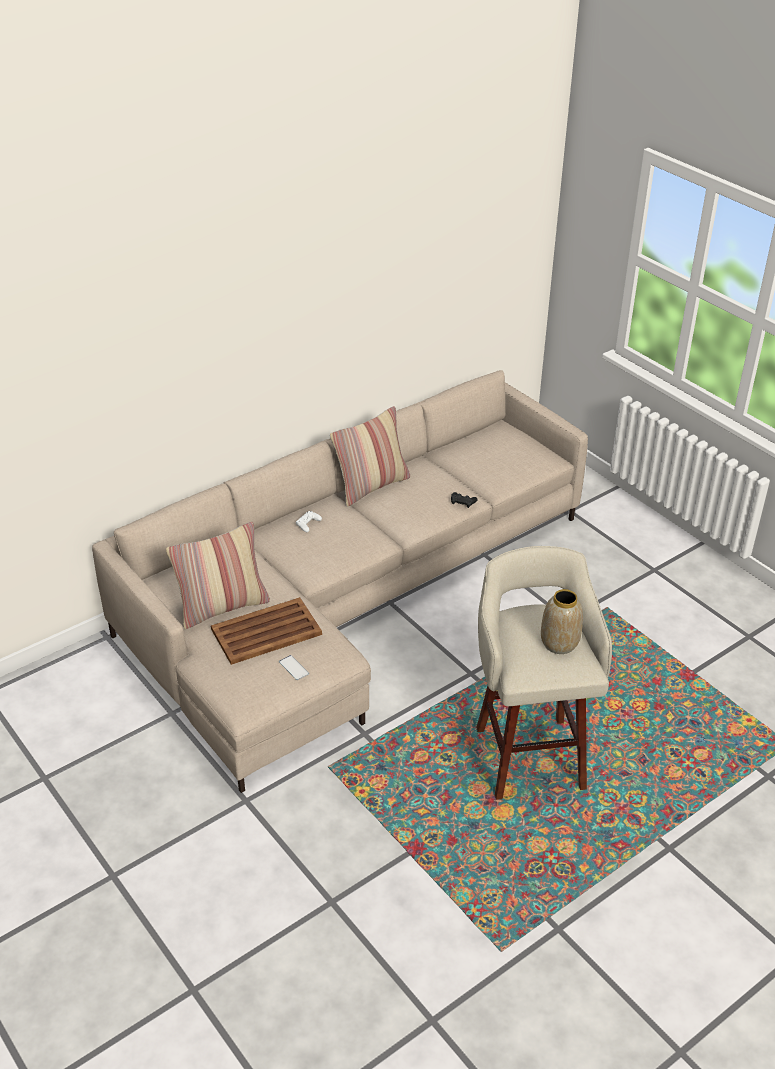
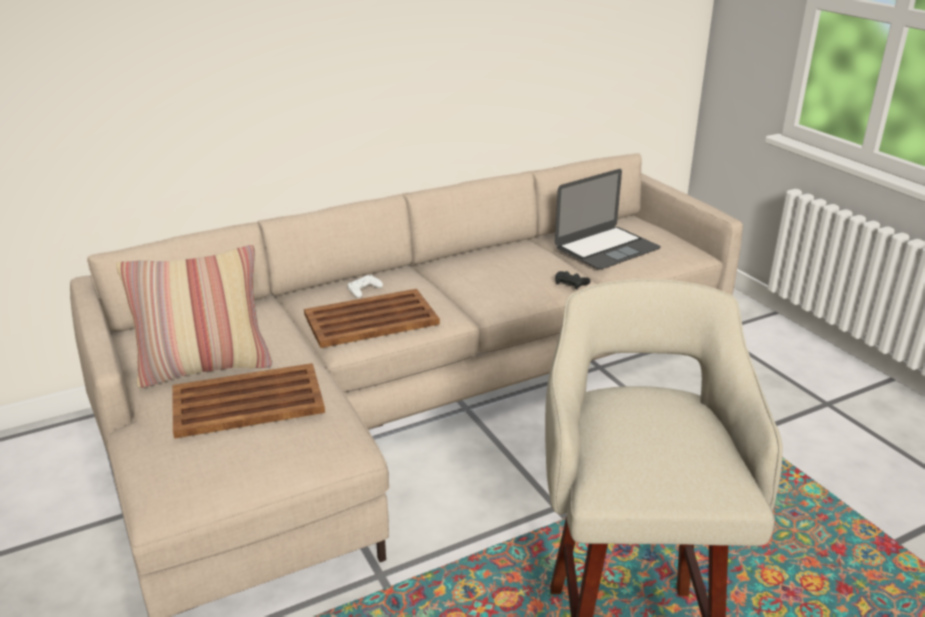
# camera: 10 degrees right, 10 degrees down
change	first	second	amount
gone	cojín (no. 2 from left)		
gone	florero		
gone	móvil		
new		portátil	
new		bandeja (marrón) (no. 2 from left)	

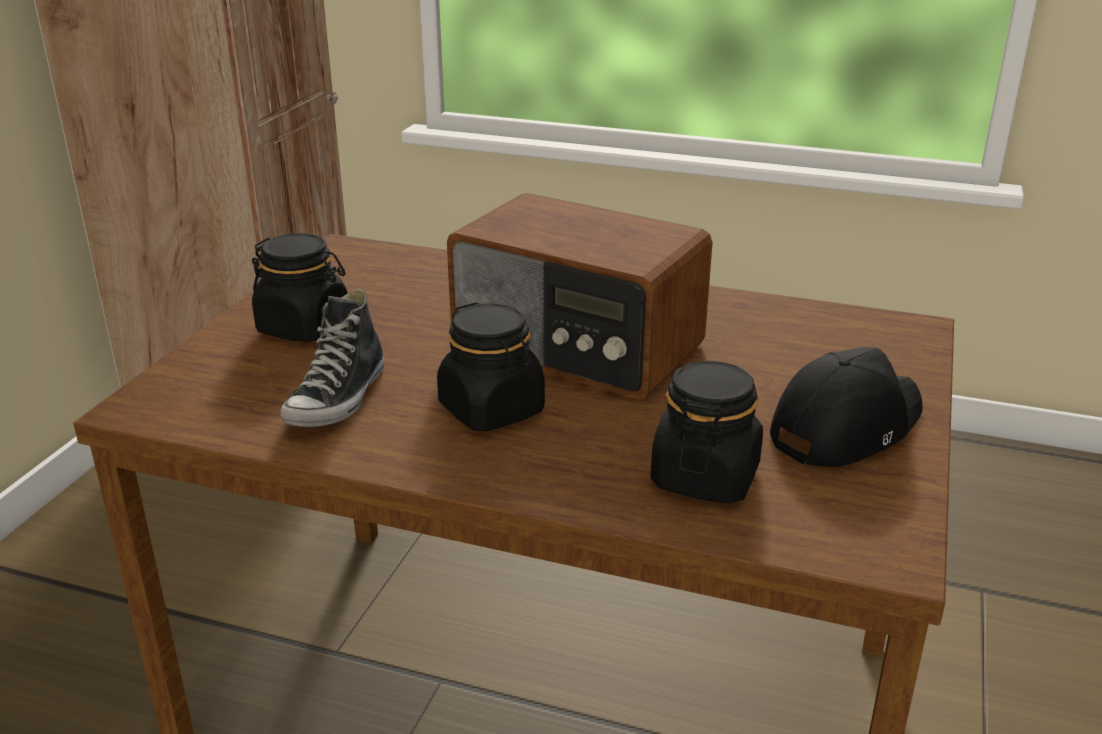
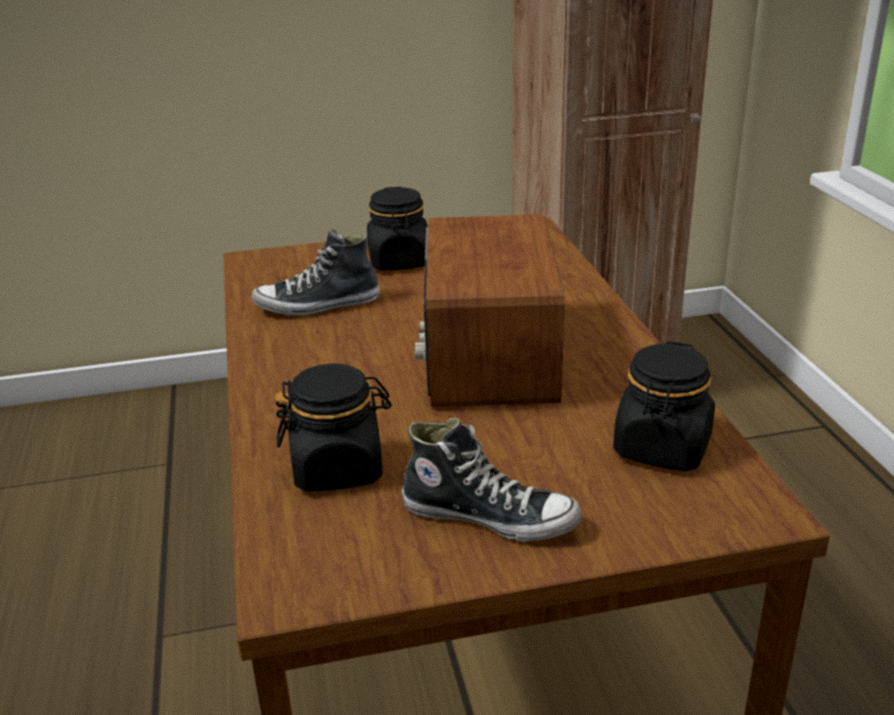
# camera: 60 degrees right, 0 degrees up
change	first	second	amount
shifted	tarro (negro) (no. 2 from left in the first image)	tarro (negro) (no. 3 from left)	
swapped	gorra (negro)	zapato (no. 2 from left)	

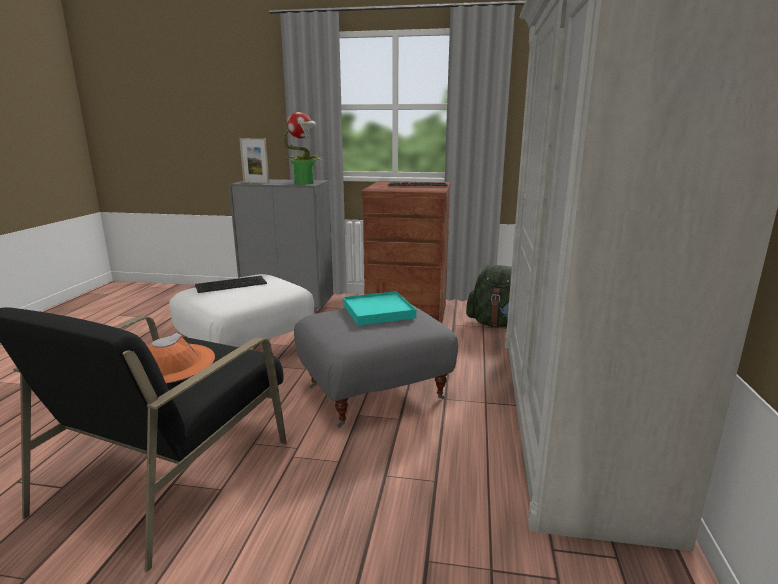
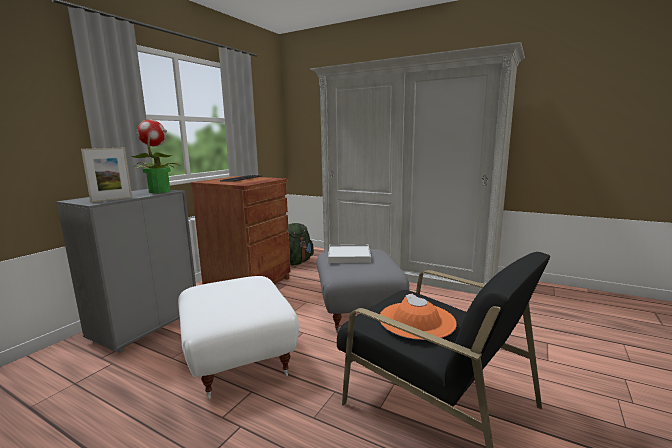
# camera: 70 degrees left, 5 degrees down
change	first	second	amount
gone	teclado (no. 1 from left)		
repainted	bandeja (turquesa)	bandeja (blanco)	

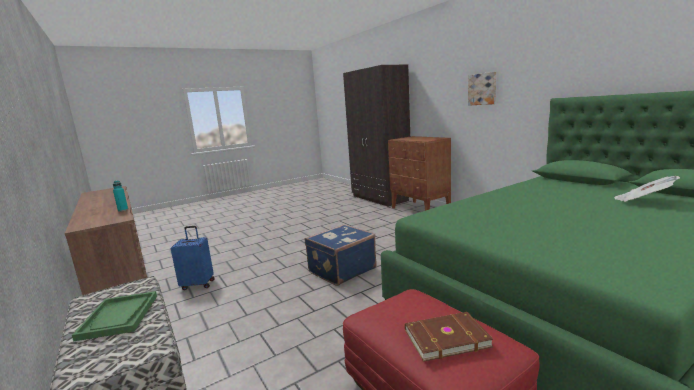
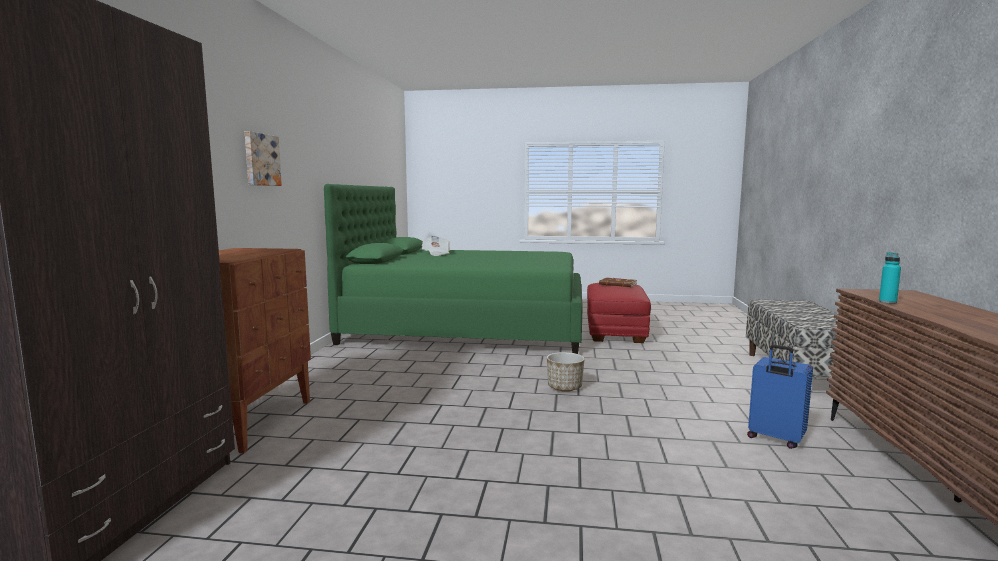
# camera: 140 degrees left, 5 degrees down
change	first	second	amount
swapped	maleta (azul) (no. 2 from left)	maceta	
gone	bandeja (verde)		

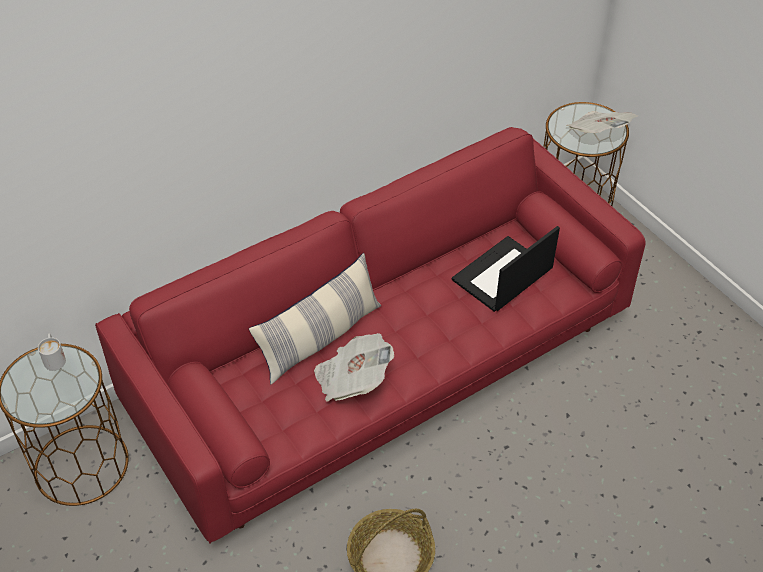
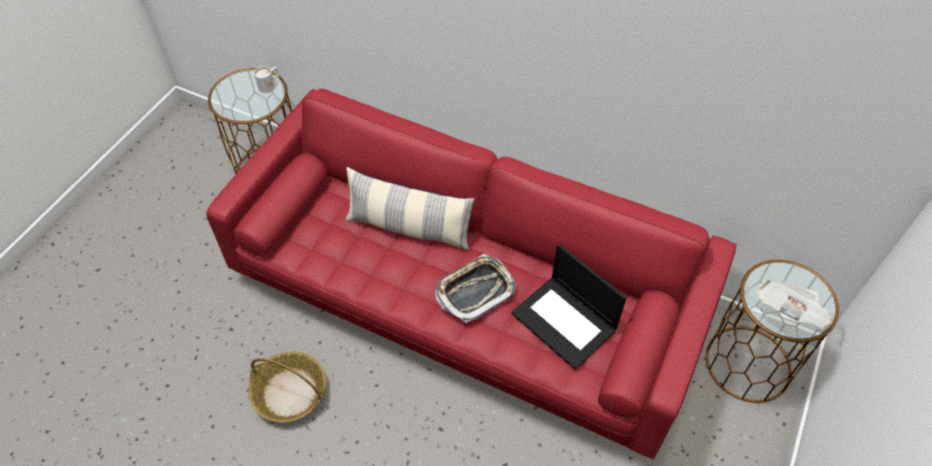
# camera: 60 degrees right, 5 degrees up
change	first	second	amount
rotated	portátil		150 degrees counterclockwise
gone	periódico (no. 1 from left)		
new		bandeja	

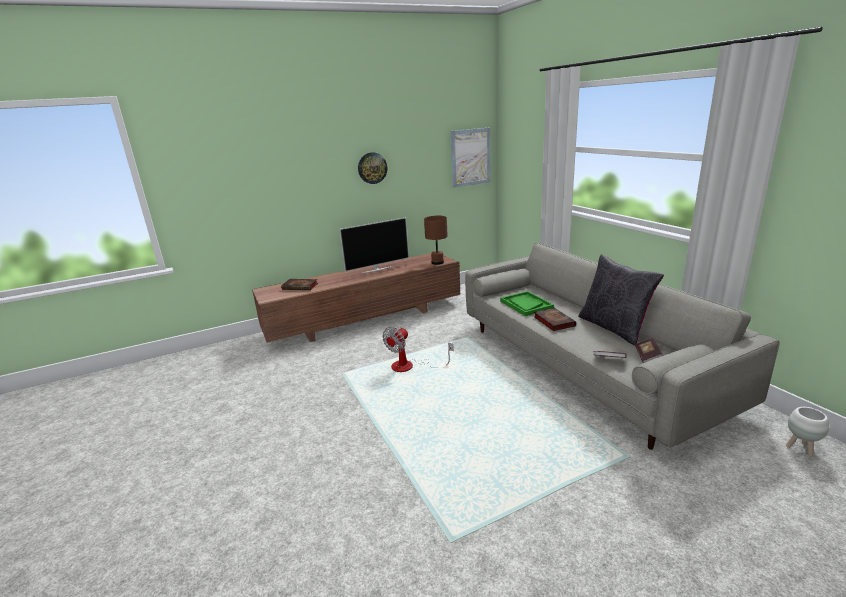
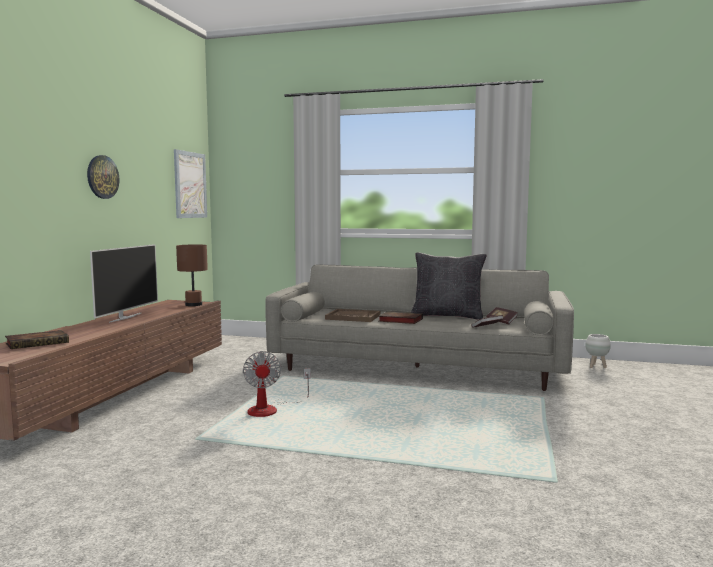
# camera: 50 degrees left, 15 degrees down
change	first	second	amount
repainted	bandeja (verde)	bandeja (marrón)	

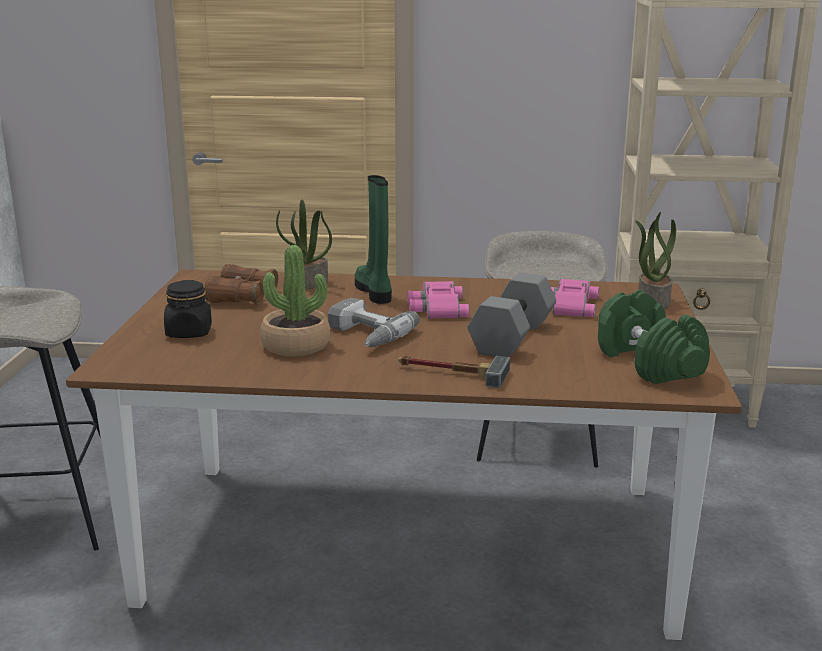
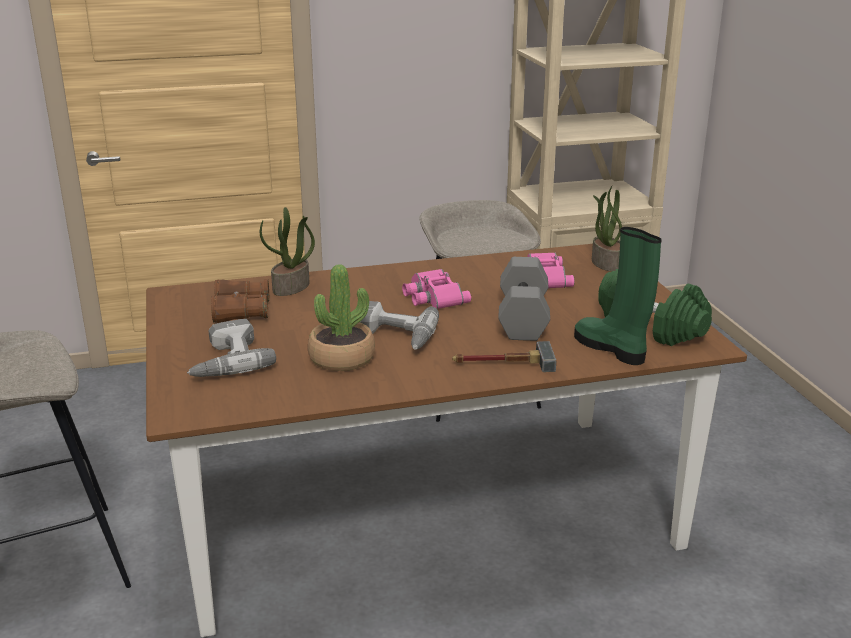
# camera: 20 degrees left, 5 degrees up
change	first	second	amount
shifted	bota (verde)		
swapped	tarro (negro)	taladro (no. 1 from left)	

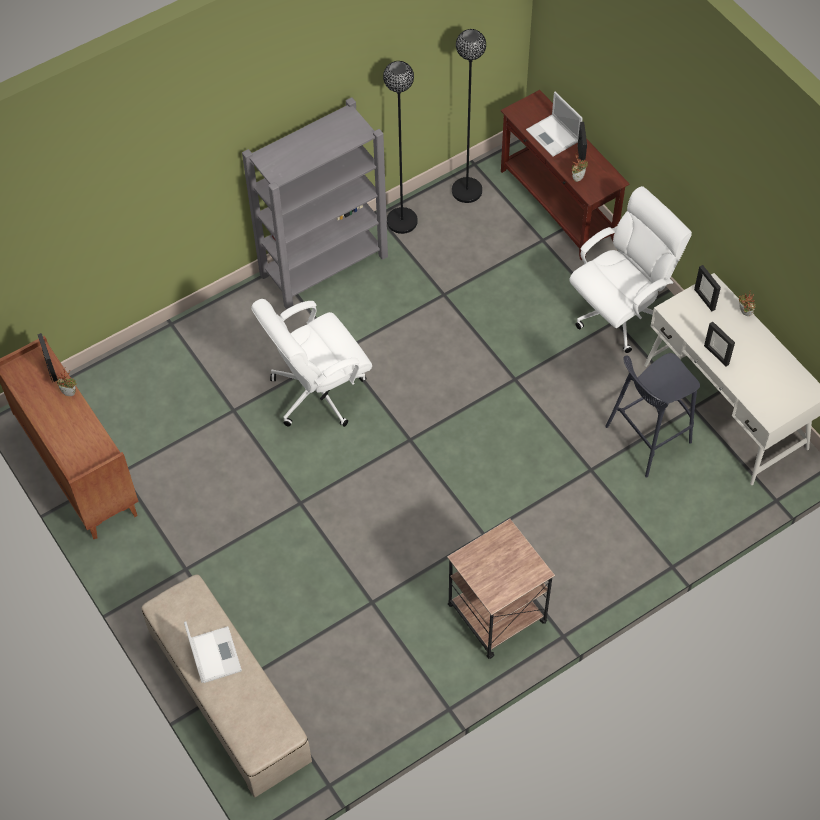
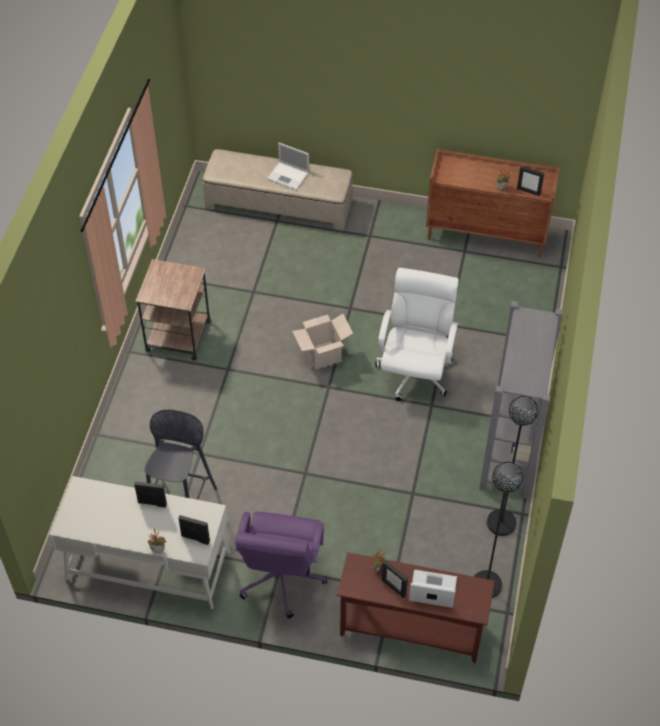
# camera: 135 degrees right, 5 degrees down
change	first	second	amount
repainted	silla de oficina (blanco) (no. 2 from left)	silla de oficina (morado)	
new		caja de cartón	

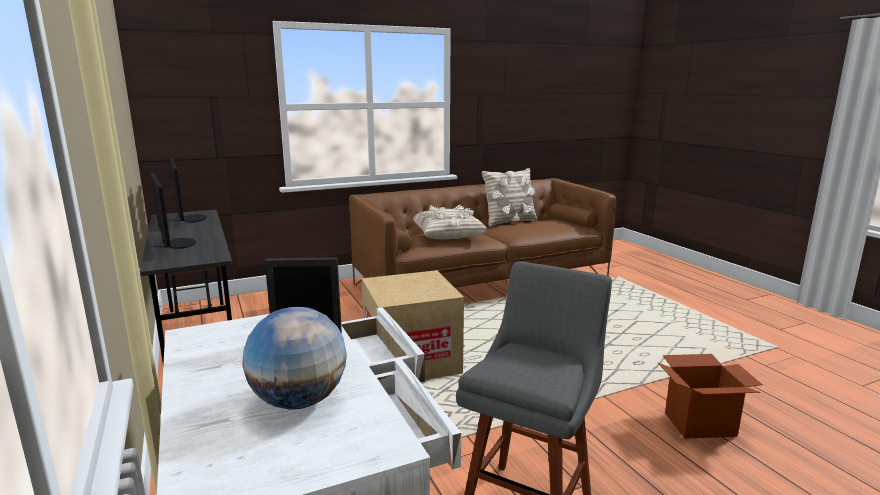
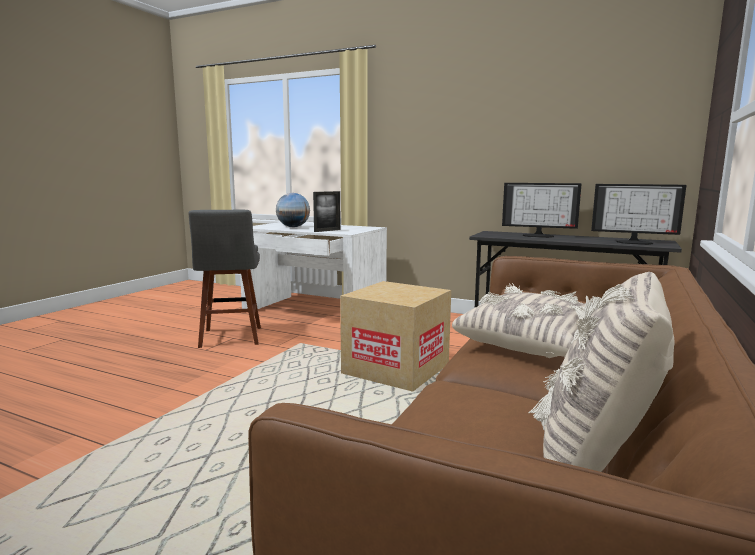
# camera: 140 degrees right, 5 degrees down
change	first	second	amount
gone	caja de cartón (no. 2 from left)		

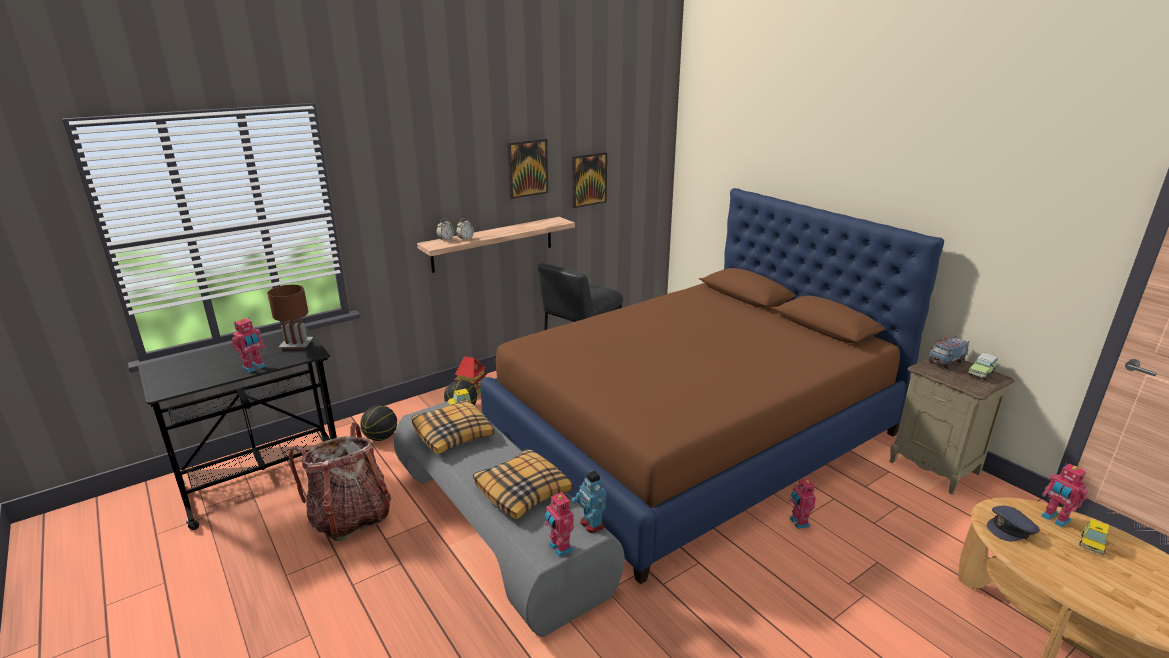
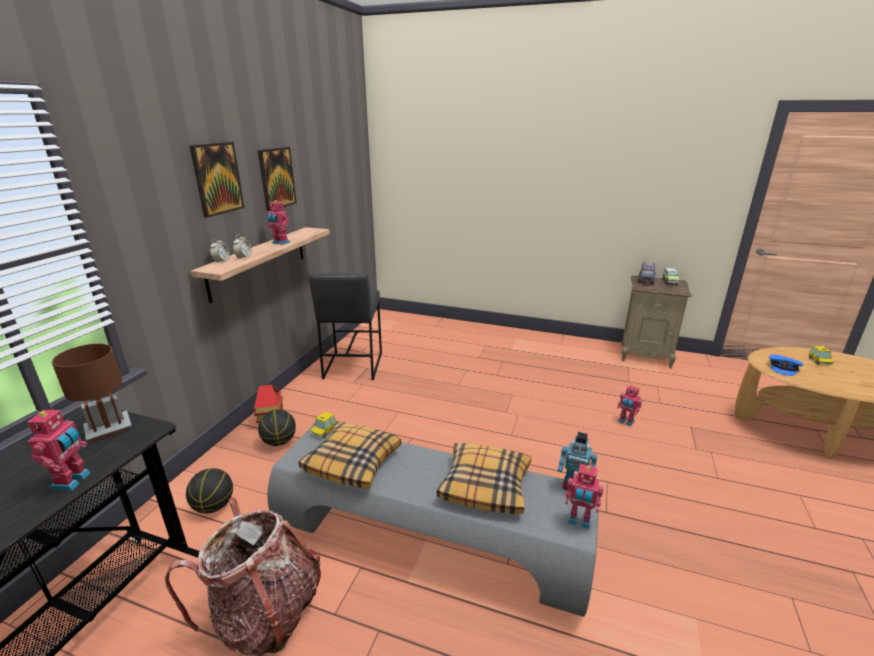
# camera: 35 degrees left, 0 degrees up
change	first	second	amount
shifted	cuadro (no. 2 from left in the first image)	cuadro (no. 1 from left)	
gone	cama (marrón)		
shifted	robot de juguete (no. 5 from left in the first image)	robot de juguete (no. 2 from left)	
repainted	gorra (gris)	gorra (azul)	

